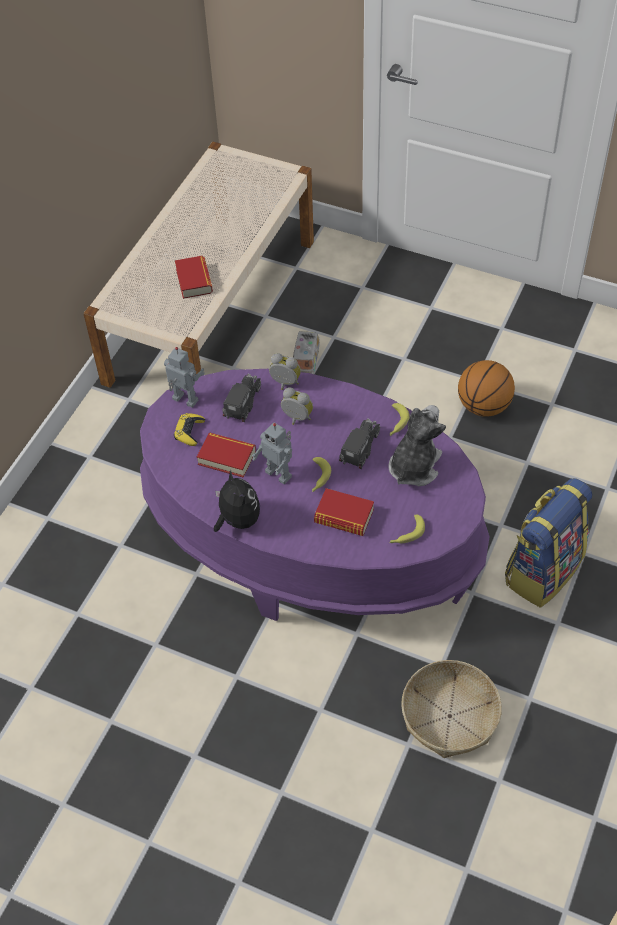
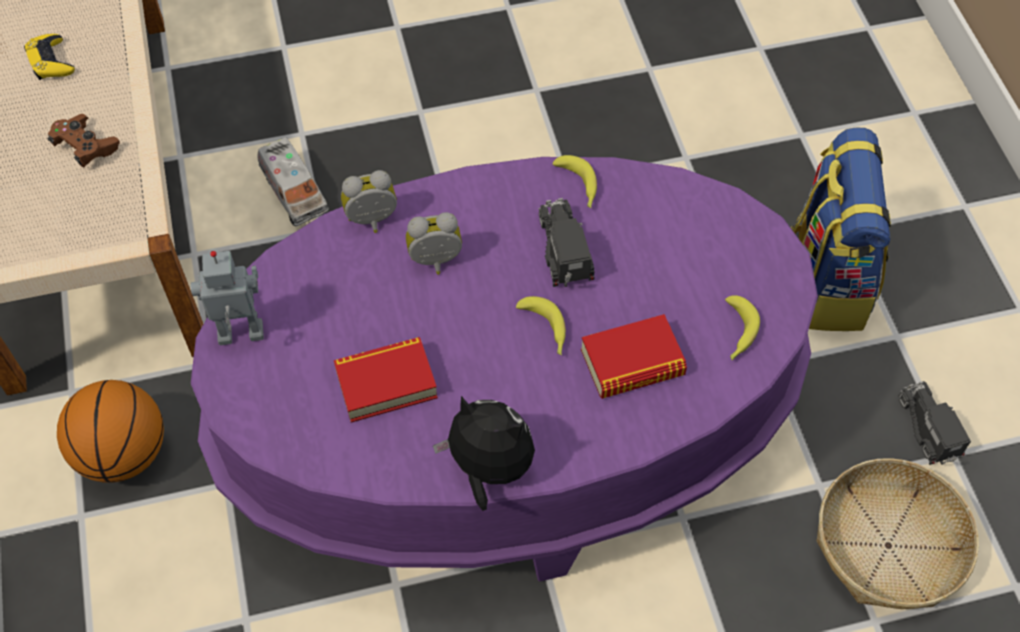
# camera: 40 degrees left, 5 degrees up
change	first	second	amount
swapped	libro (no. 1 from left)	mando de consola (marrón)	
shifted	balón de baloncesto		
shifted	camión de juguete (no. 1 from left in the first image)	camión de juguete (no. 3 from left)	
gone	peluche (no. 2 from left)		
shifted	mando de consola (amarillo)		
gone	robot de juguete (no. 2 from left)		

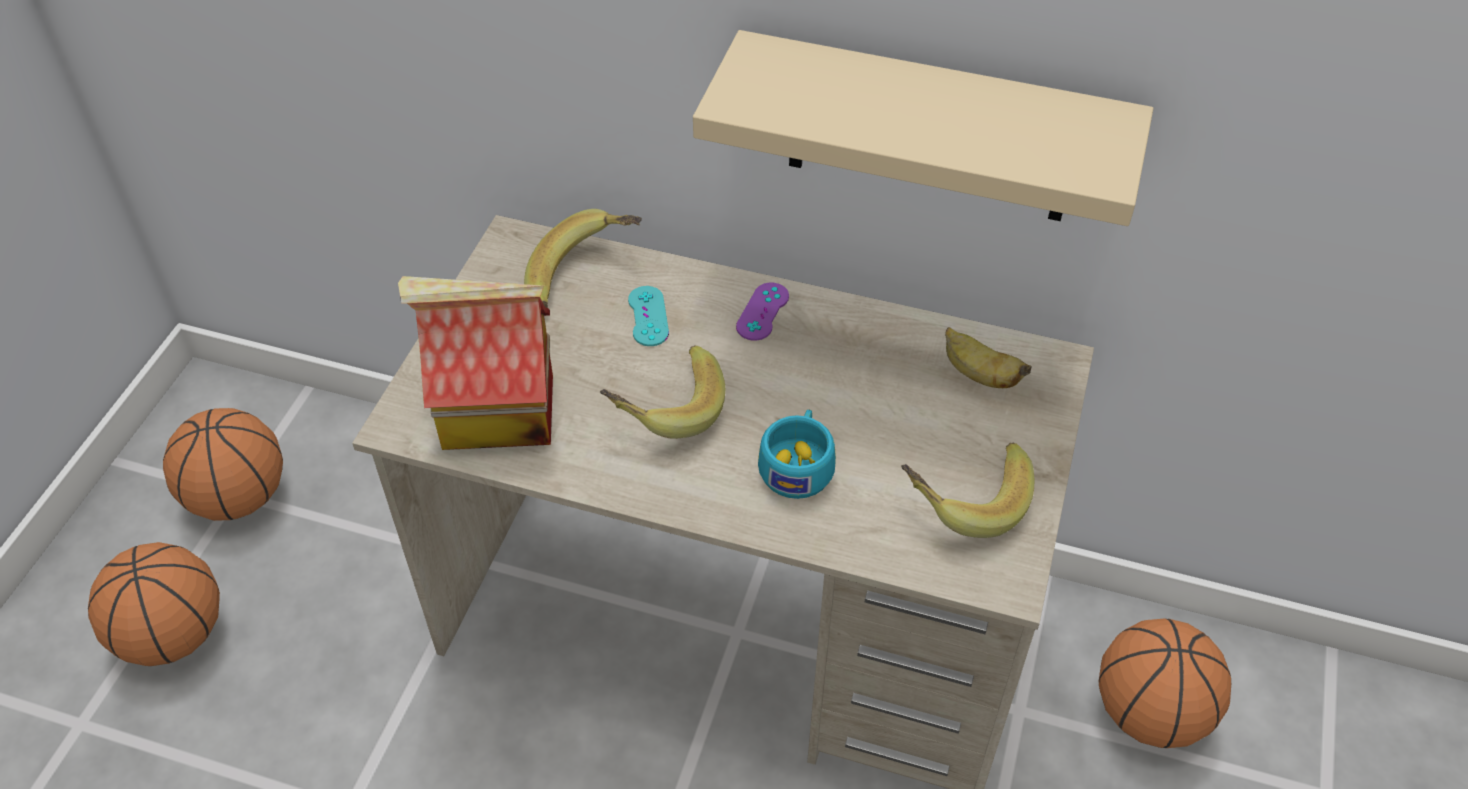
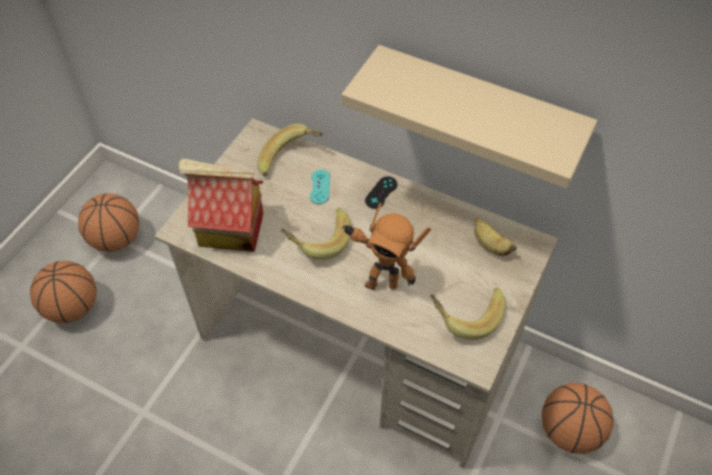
# camera: 10 degrees right, 5 degrees up
change	first	second	amount
repainted	mando de consola (morado)	mando de consola (negro)	
swapped	taza (turquesa)	robot de juguete	

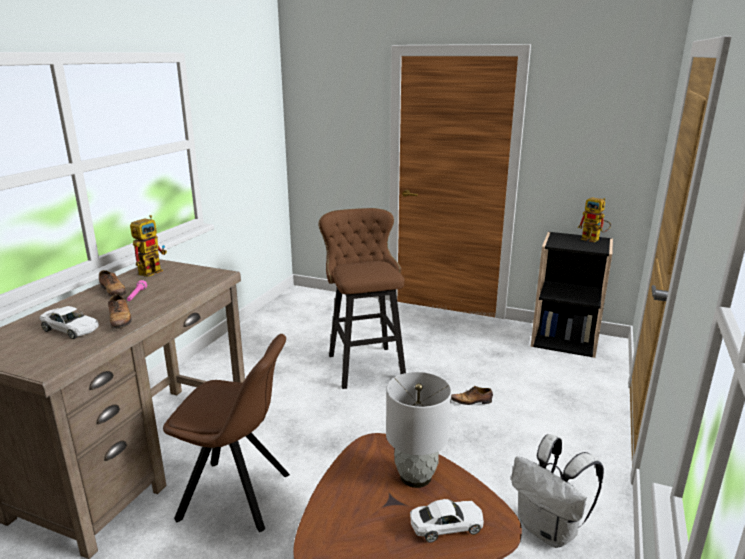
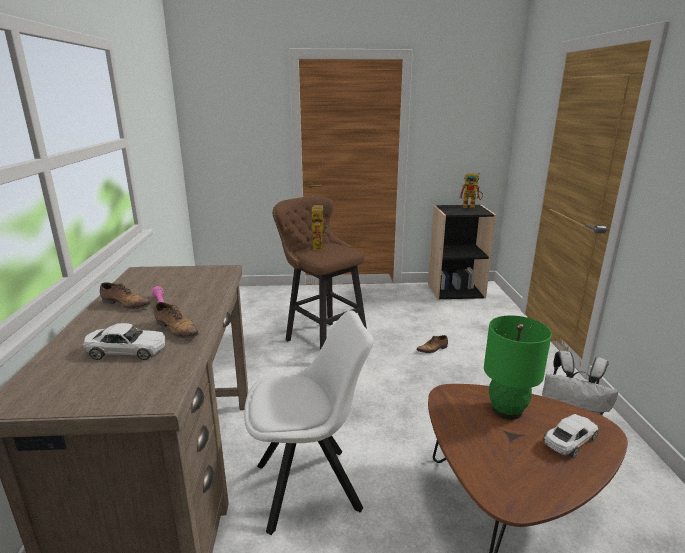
# camera: 25 degrees left, 0 degrees up
change	first	second	amount
shifted	robot de juguete (no. 1 from left)		
repainted	silla (marrón)	silla (blanco)	
repainted	lámpara de mesa (blanco)	lámpara de mesa (verde)	

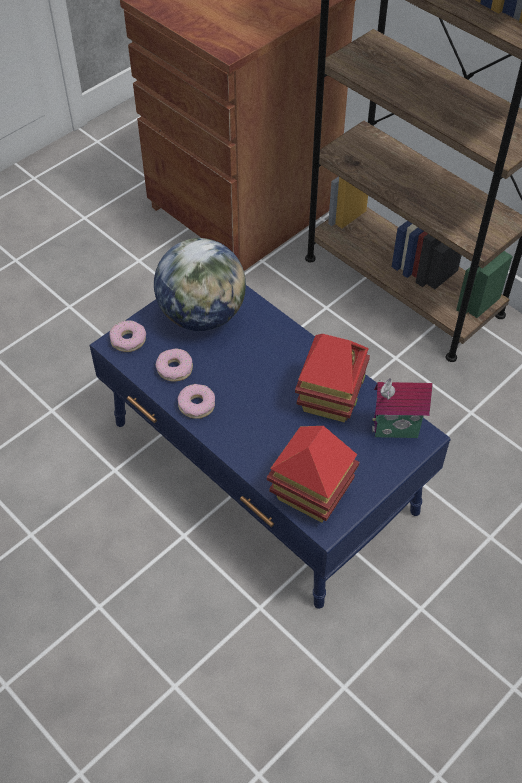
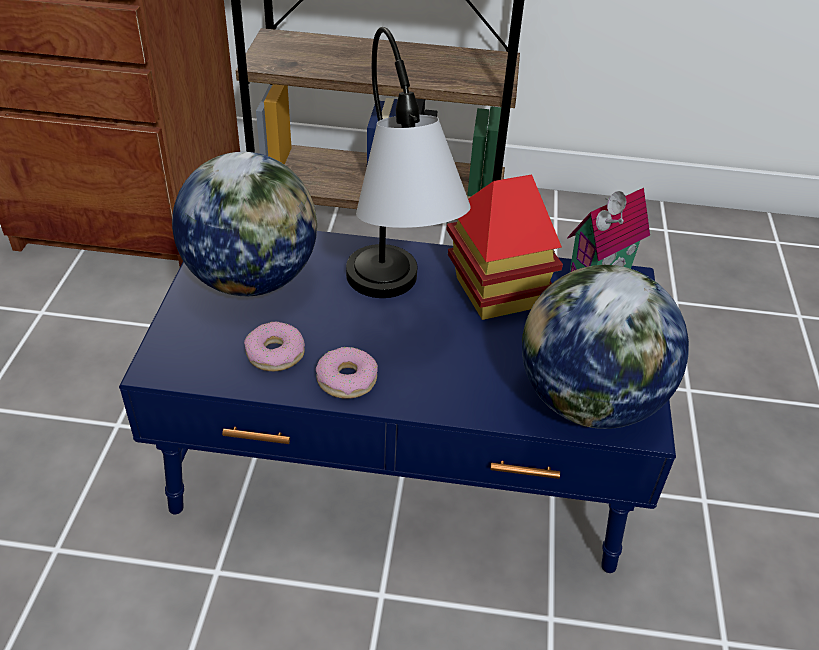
# camera: 40 degrees left, 10 degrees down
change	first	second	amount
gone	rosquilla (no. 1 from left)		
swapped	casita (no. 1 from left)	globo terráqueo (no. 2 from left)	
new		lámpara de mesa	

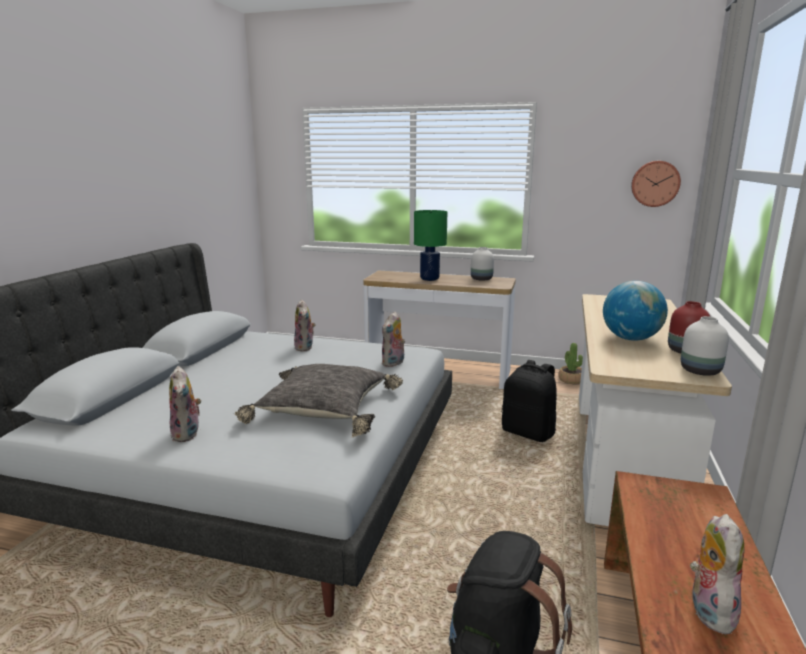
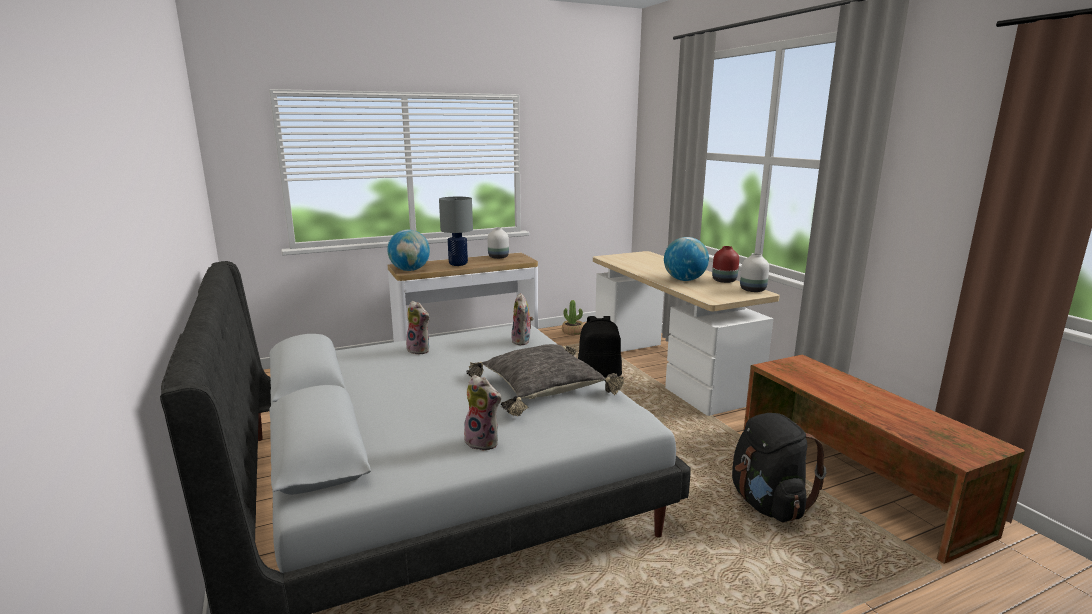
# camera: 40 degrees left, 0 degrees up
change	first	second	amount
gone	reloj de pared		
repainted	lámpara de mesa (verde)	lámpara de mesa (gris)	
gone	peluche (no. 4 from left)		
new		globo terráqueo (no. 1 from left)	

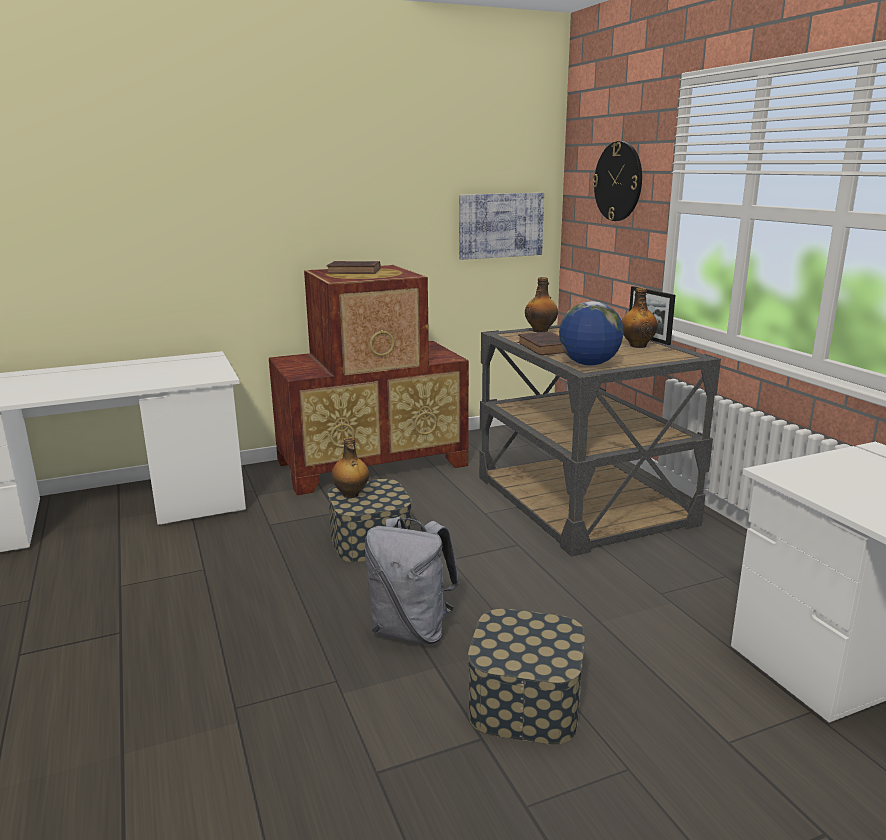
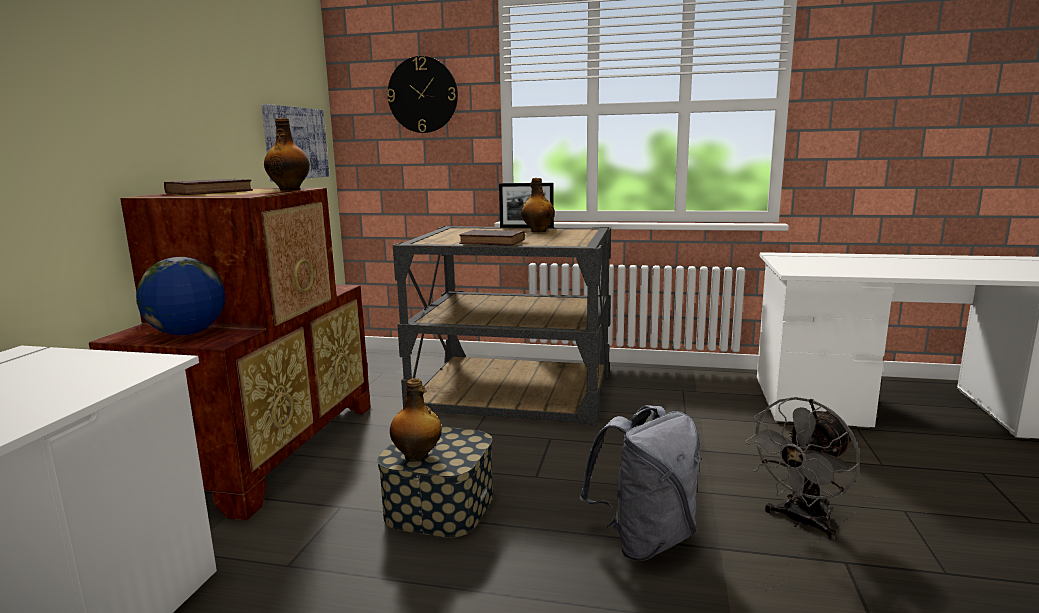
# camera: 55 degrees left, 5 degrees down
change	first	second	amount
shifted	botella (no. 2 from left in the first image)	botella (no. 1 from left)	
shifted	globo terráqueo		
swapped	caja de almacenaje (no. 2 from left)	ventilador (gris)	

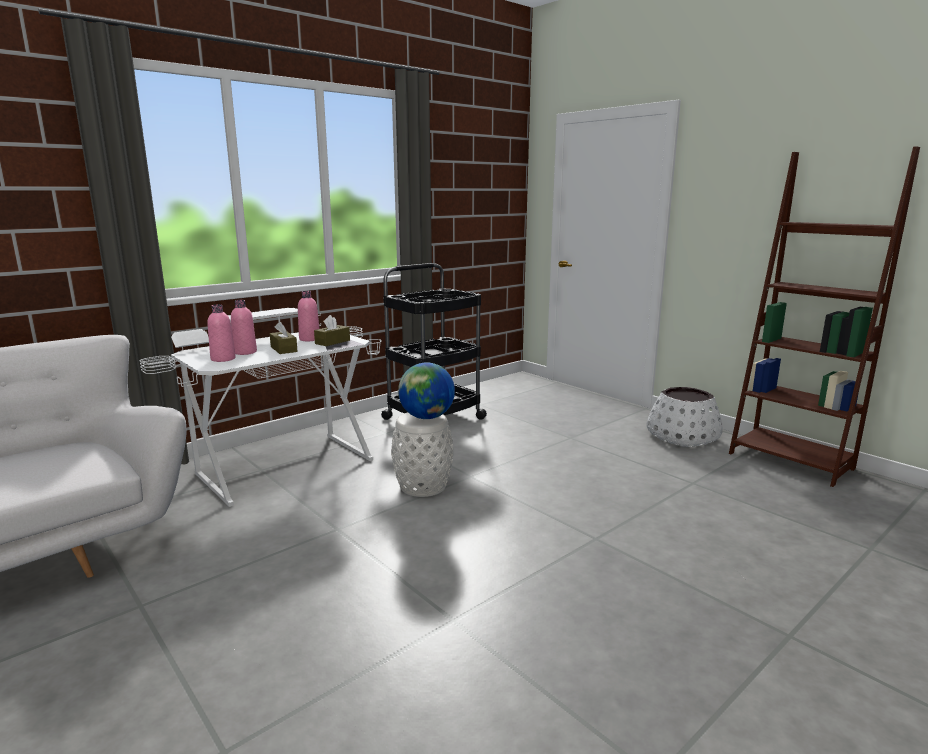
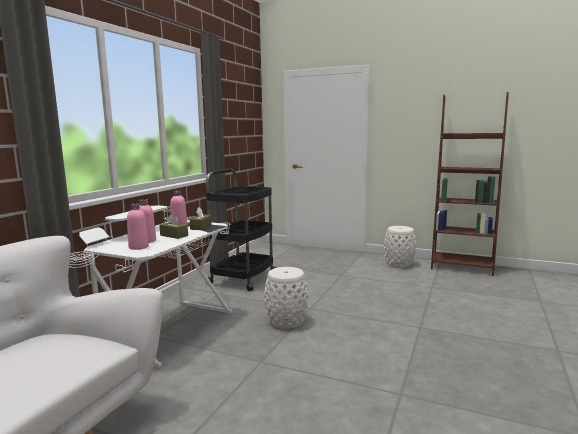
# camera: 25 degrees left, 5 degrees down
change	first	second	amount
gone	globo terráqueo		
swapped	maceta (blanco)	taburete (blanco) (no. 2 from left)	

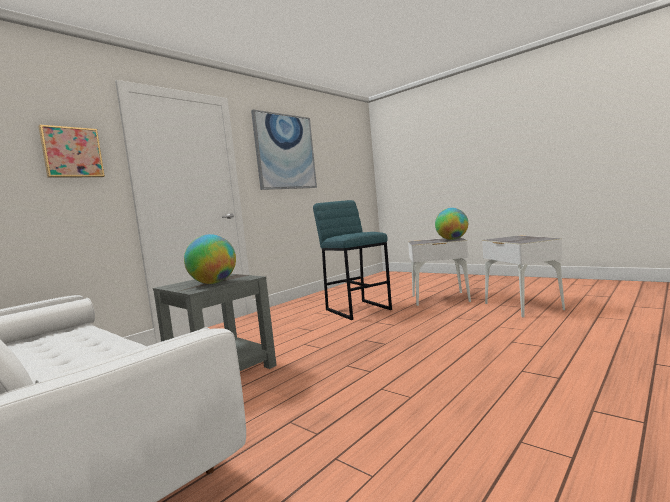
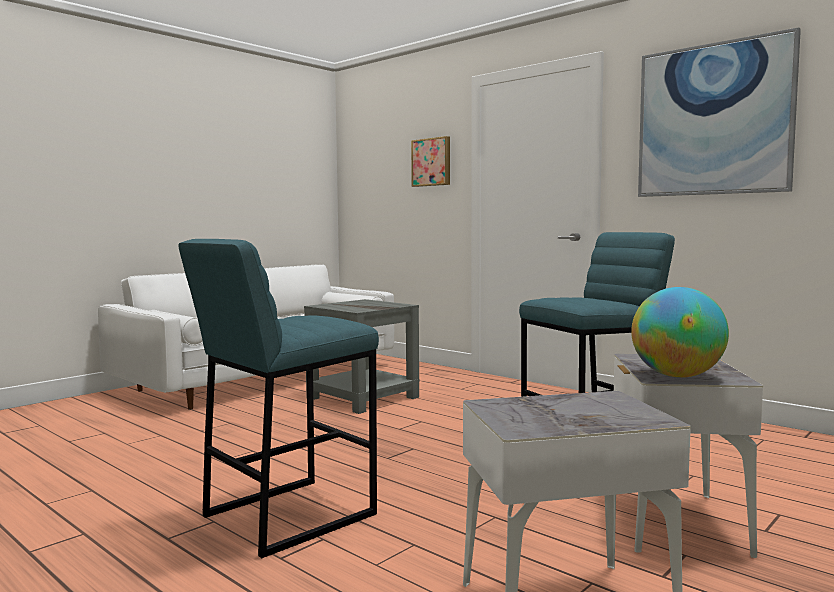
# camera: 90 degrees right, 0 degrees up
change	first	second	amount
gone	globo terráqueo (no. 1 from left)		
new		taburete (turquesa) (no. 1 from left)	

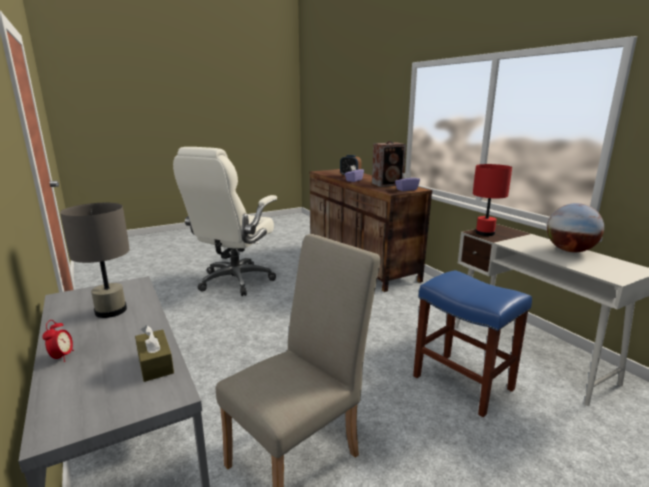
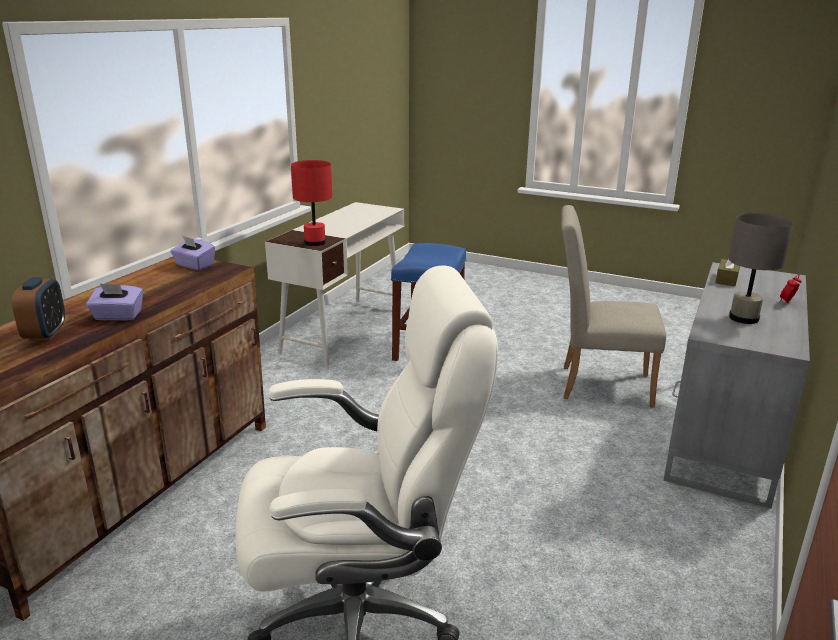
# camera: 125 degrees left, 5 degrees up
change	first	second	amount
gone	altavoz		
gone	globo terráqueo		

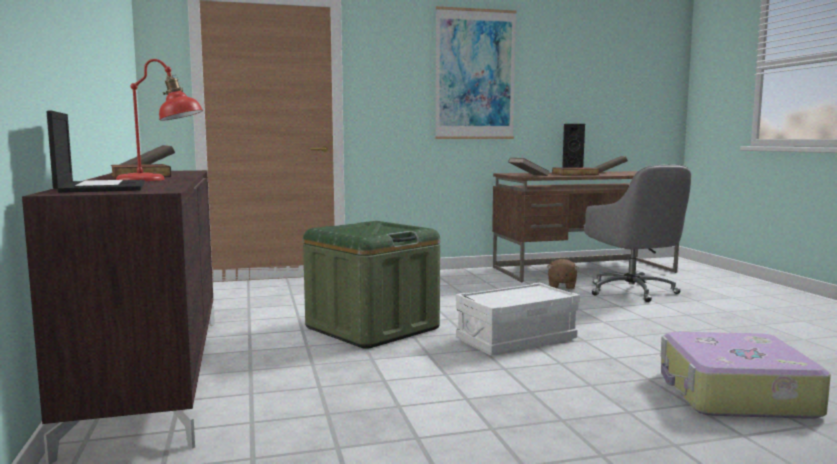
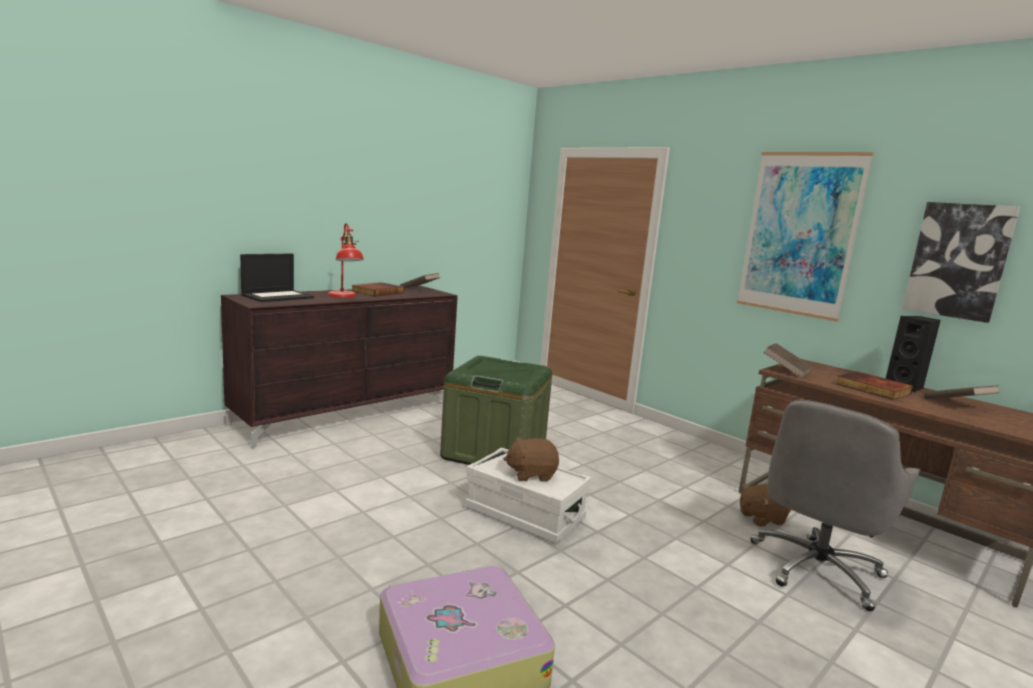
# camera: 60 degrees right, 5 degrees up
change	first	second	amount
new		cuadro (no. 2 from left)	
new		peluche (marrón) (no. 1 from left)	

